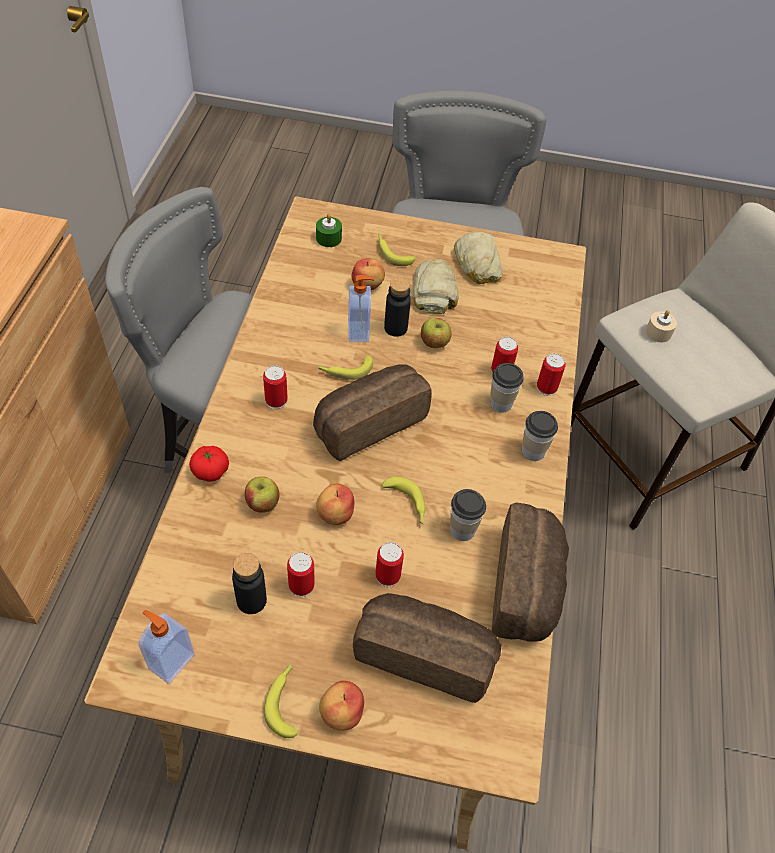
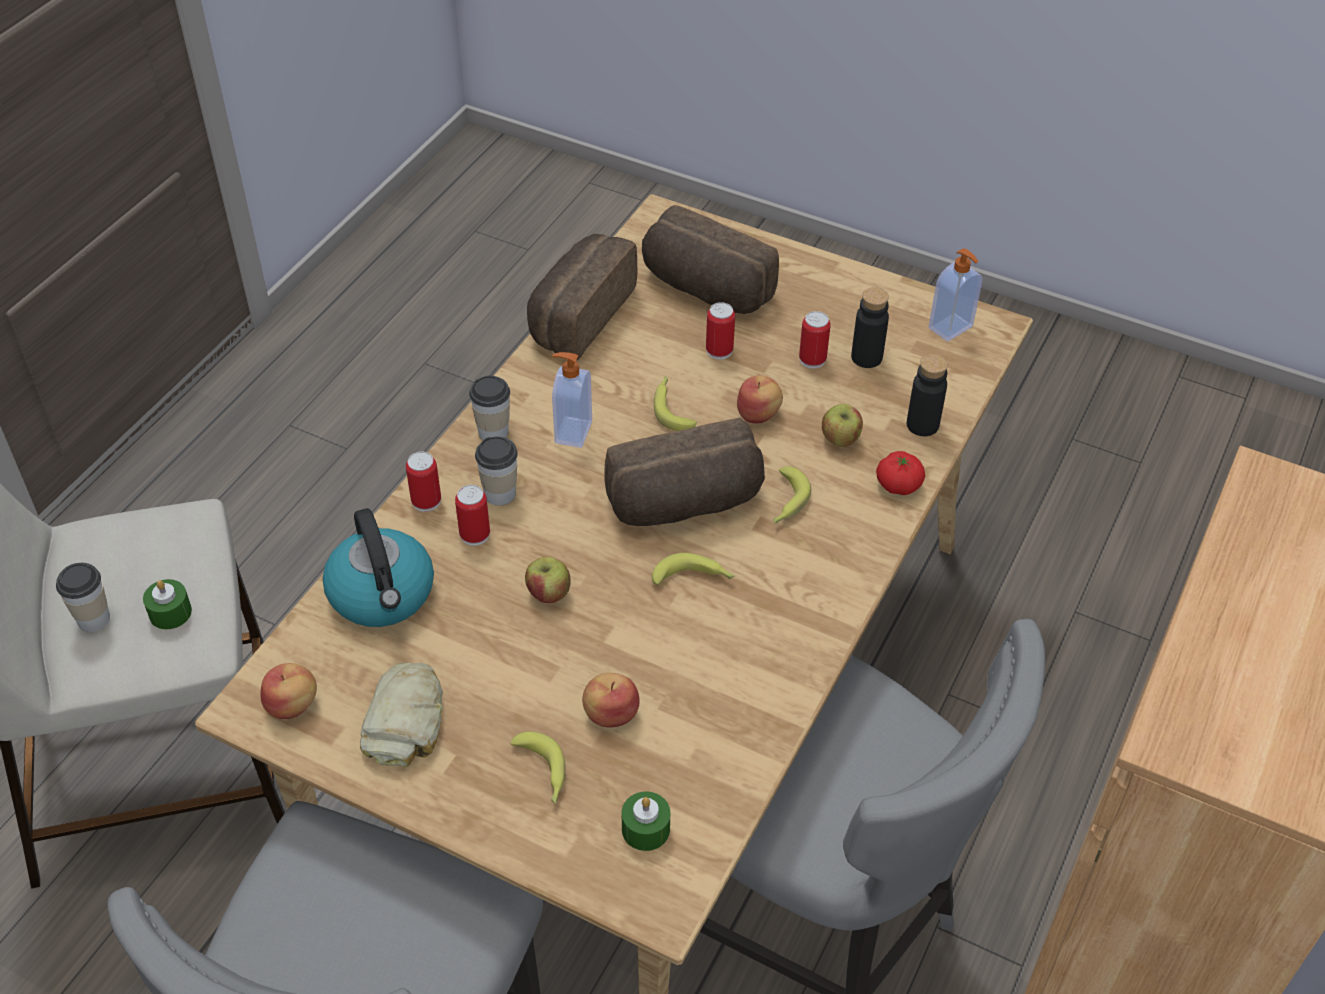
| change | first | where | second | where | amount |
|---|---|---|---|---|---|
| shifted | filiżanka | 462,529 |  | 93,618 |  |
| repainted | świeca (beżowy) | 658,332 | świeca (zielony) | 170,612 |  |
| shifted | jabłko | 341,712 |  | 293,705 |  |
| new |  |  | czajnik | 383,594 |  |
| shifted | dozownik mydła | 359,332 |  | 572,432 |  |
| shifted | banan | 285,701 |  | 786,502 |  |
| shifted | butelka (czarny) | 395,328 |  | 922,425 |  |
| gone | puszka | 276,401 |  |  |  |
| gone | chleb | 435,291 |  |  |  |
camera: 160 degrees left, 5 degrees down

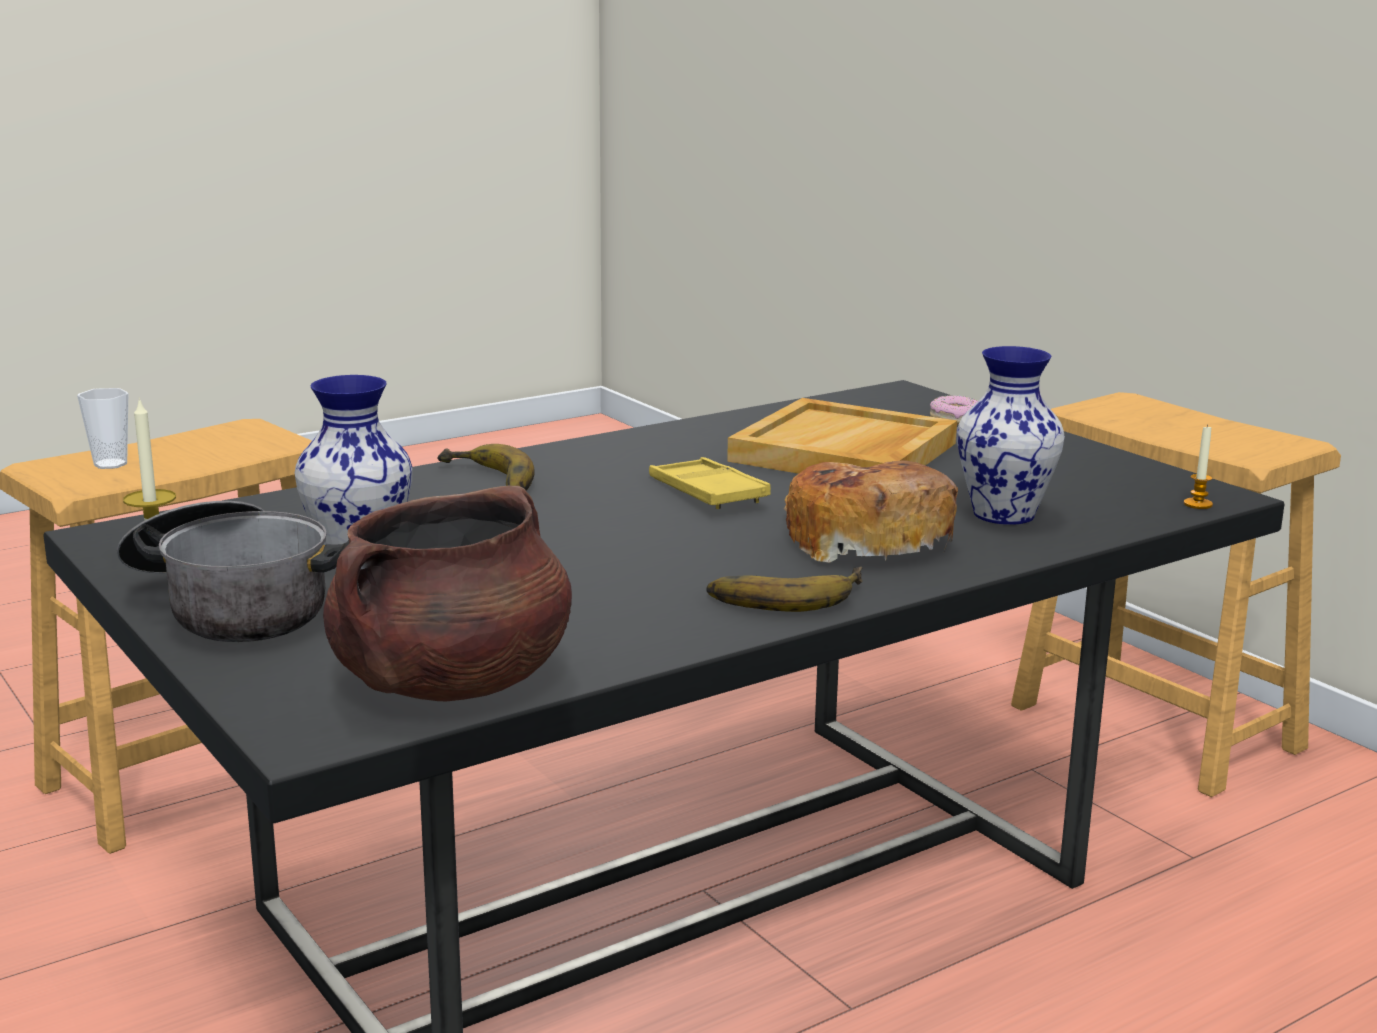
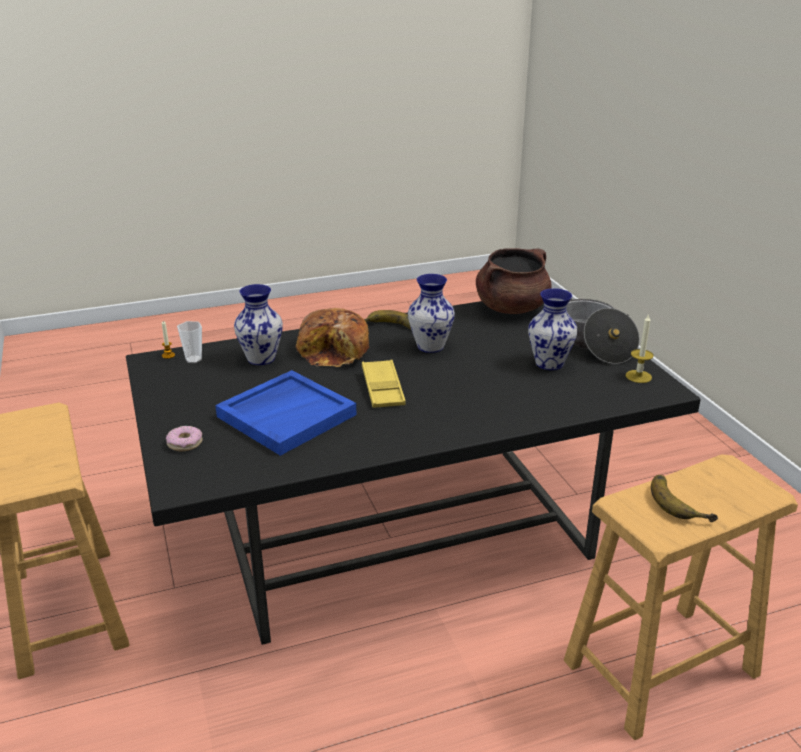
| change | first | where | second | where | amount |
|---|---|---|---|---|---|
| shifted | filiżanka | 110,464 |  | 193,359 |  |
| repainted | taca (beżowy) | 844,453 | taca (niebieski) | 286,415 |  |
| new |  |  | wazon | 429,346 |  |
| shifted | banan | 484,482 |  | 681,501 |  |
camera: 165 degrees left, 10 degrees up

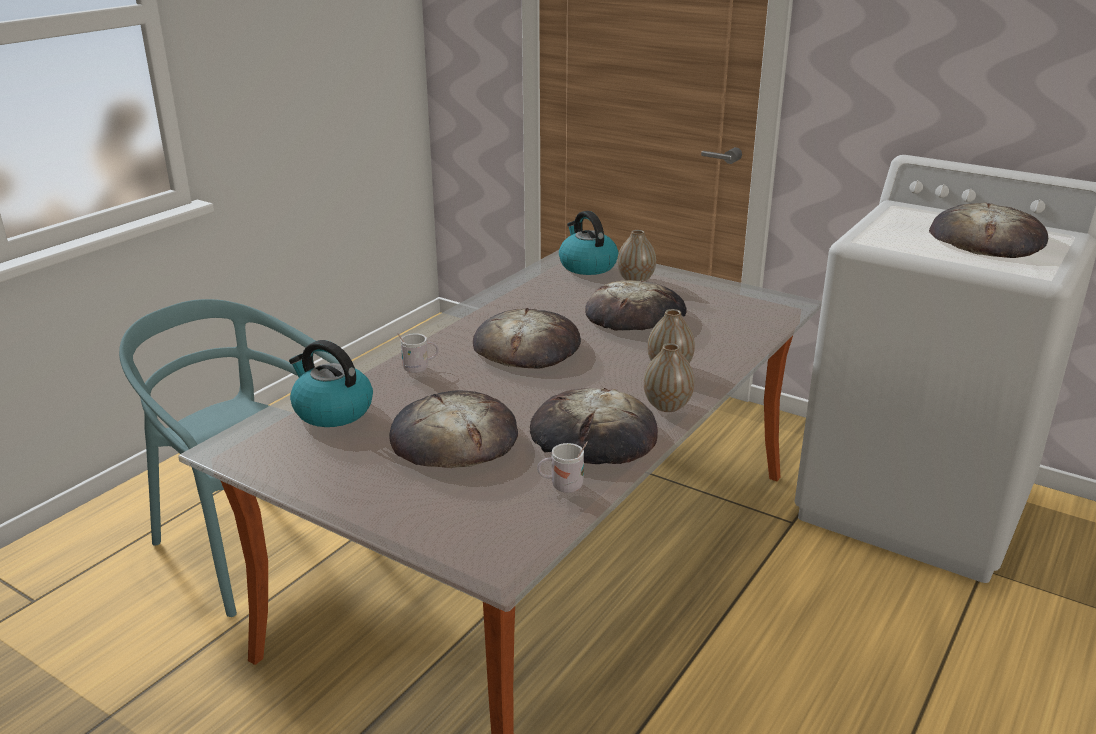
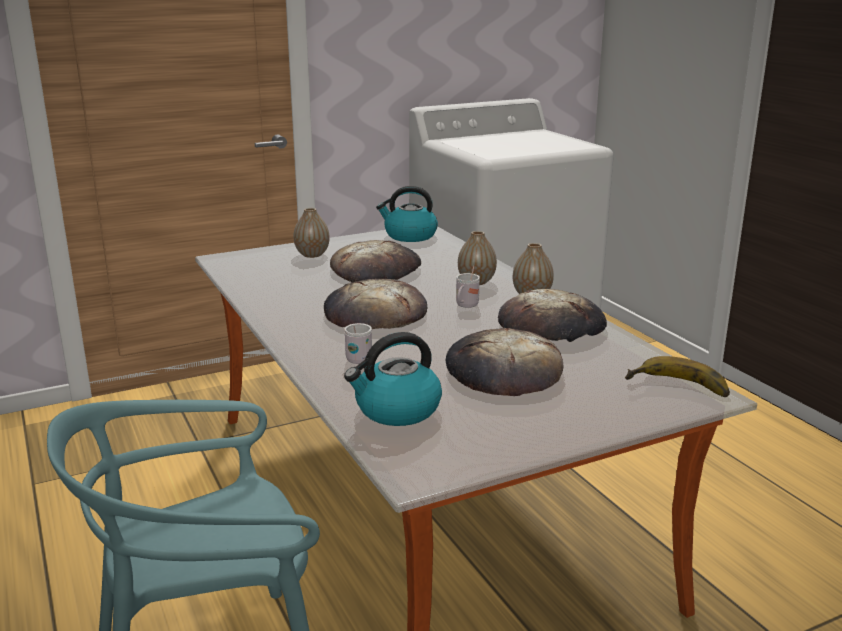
| change | first | where | second | where | amount |
|---|---|---|---|---|---|
| shifted | czajnik | 587,266 |  | 409,236 |  |
| shifted | kubek (biały) | 562,486 |  | 465,306 |  |
| new |  |  | banan | 677,388 |  |
| gone | chleb | 986,239 |  |  |  |
camera: 60 degrees left, 5 degrees down

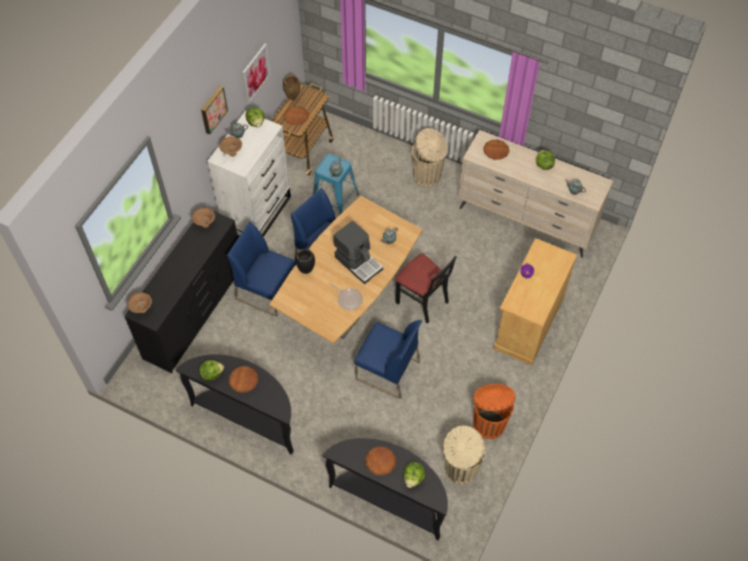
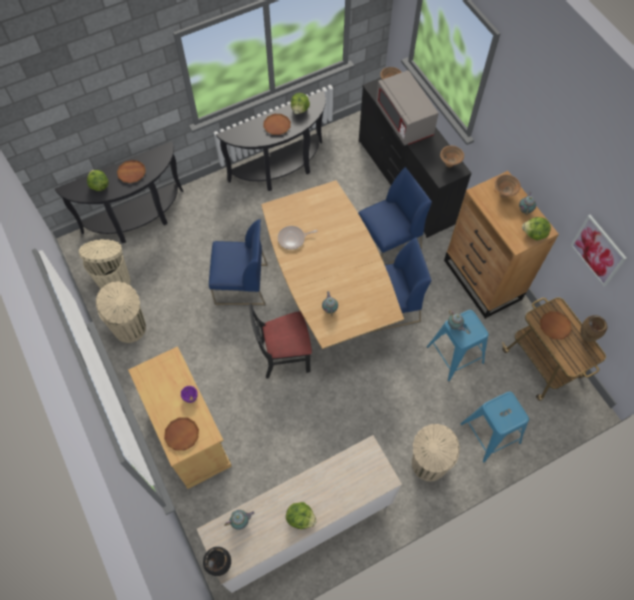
| change | first | where | second | where | amount |
|---|---|---|---|---|---|
| repainted | kosz na śmieci (pomarańczowy) | 488,423 | kosz na śmieci (beżowy) | 131,328 |  |
| shifted | talerz (brązowy) | 496,151 |  | 182,434 |  |
| shifted | wazon (czarny) | 306,271 |  | 220,564 |  |
| rotated | krzesło (niebieski) | 387,370 |  | 241,285 | 150 degrees counterclockwise |
| new |  |  | mikrofalówka (szary) | 404,121 |  |
| repainted | komoda (biały) | 257,213 | komoda (brązowy) | 482,280 |  |
| new |  |  | stołek (niebieski) | 490,433 |  |
| gone | obraz | 212,109 |  |  |  |
| gone | ekspres do kawy | 358,262 |  |  |  |
camera: 125 degrees right, 5 degrees up

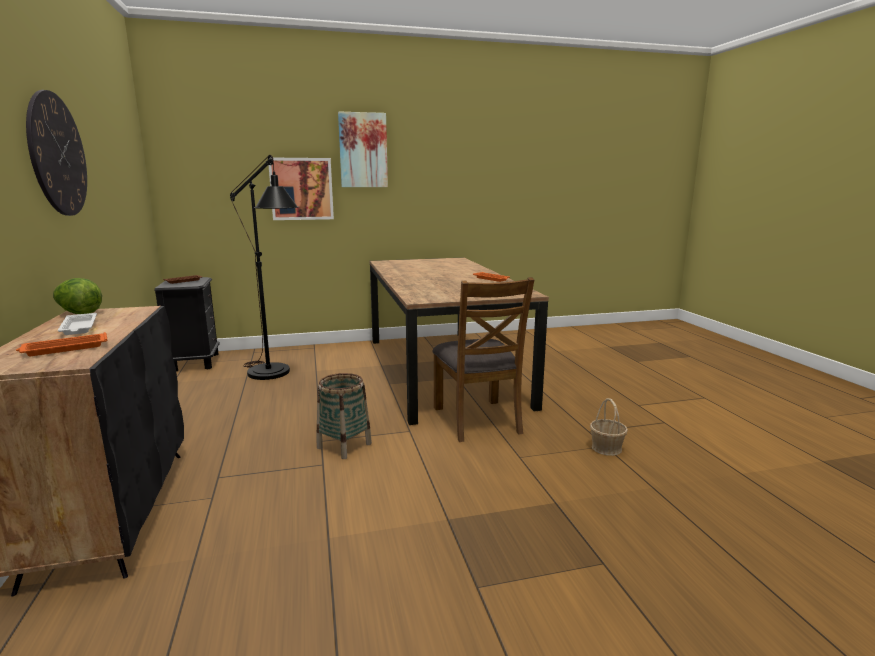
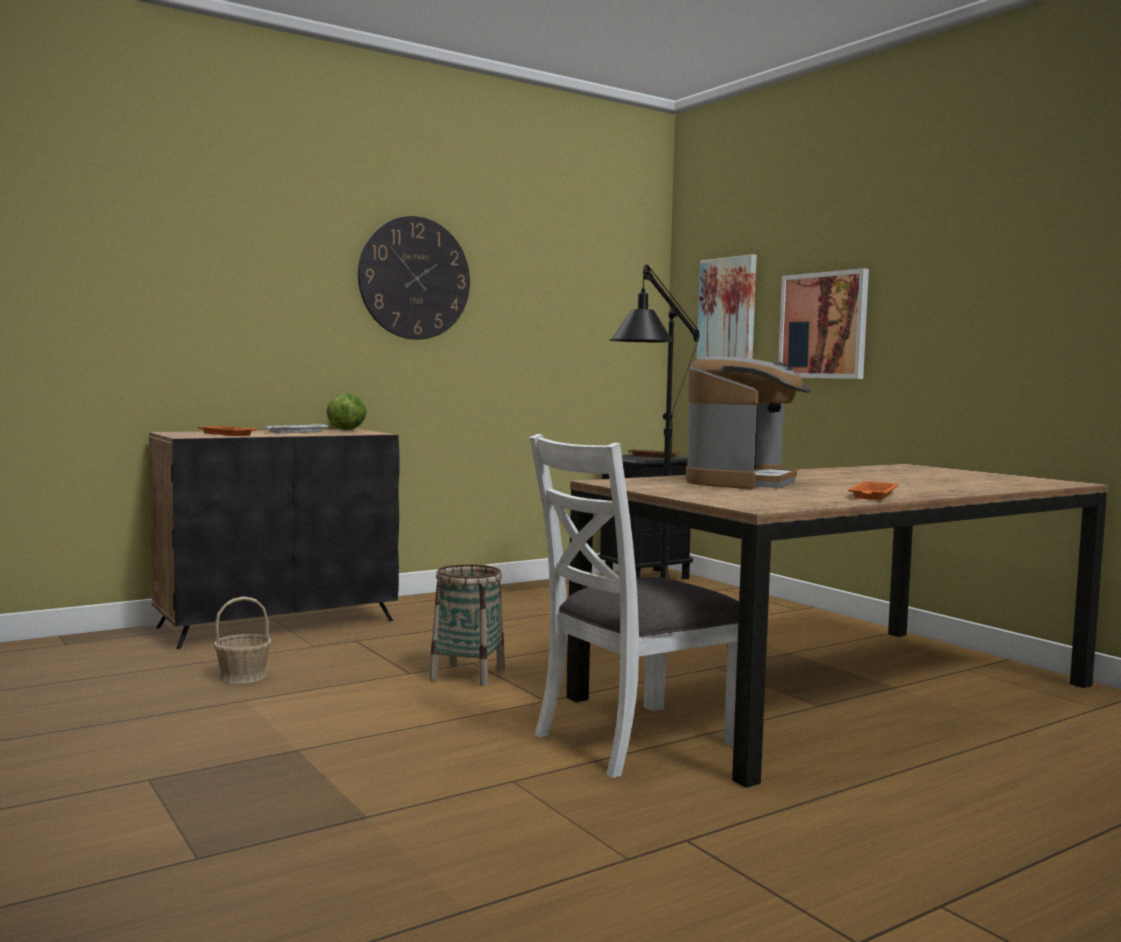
| change | first | where | second | where | amount |
|---|---|---|---|---|---|
| shifted | koszyk | 606,448 |  | 243,676 |  |
| repainted | krzesło (brązowy) | 477,420 | krzesło (biały) | 635,739 |  |
| new |  |  | ekspres do kawy | 742,482 |  |
| shifted | obraz | 363,150 |  | 727,315 |  |
camera: 70 degrees right, 10 degrees down

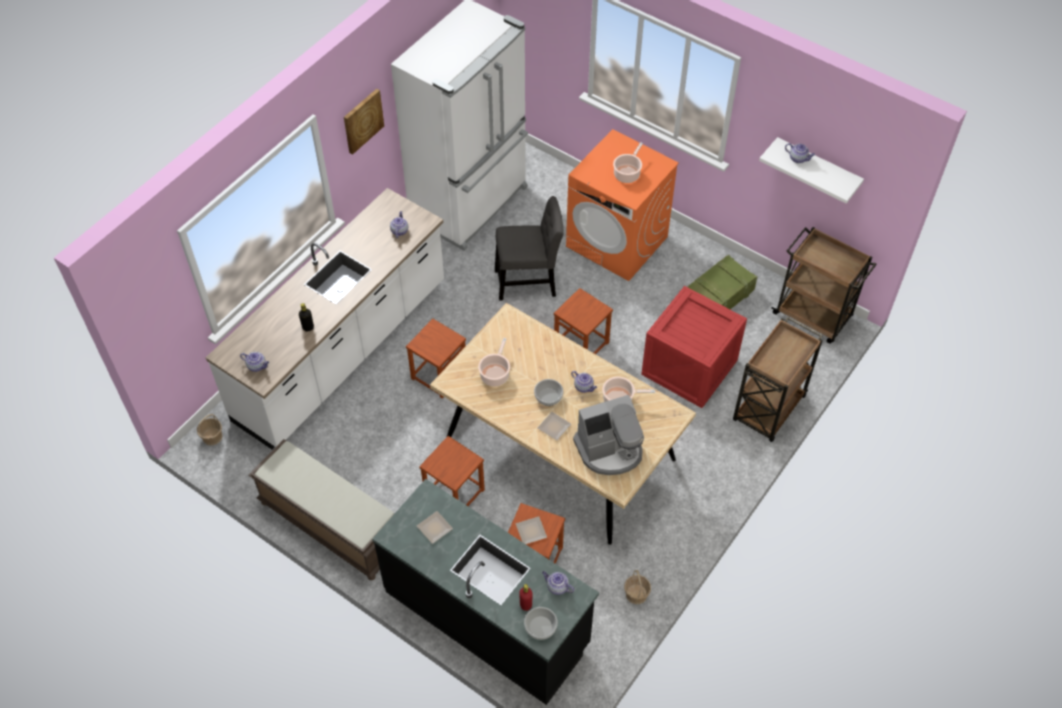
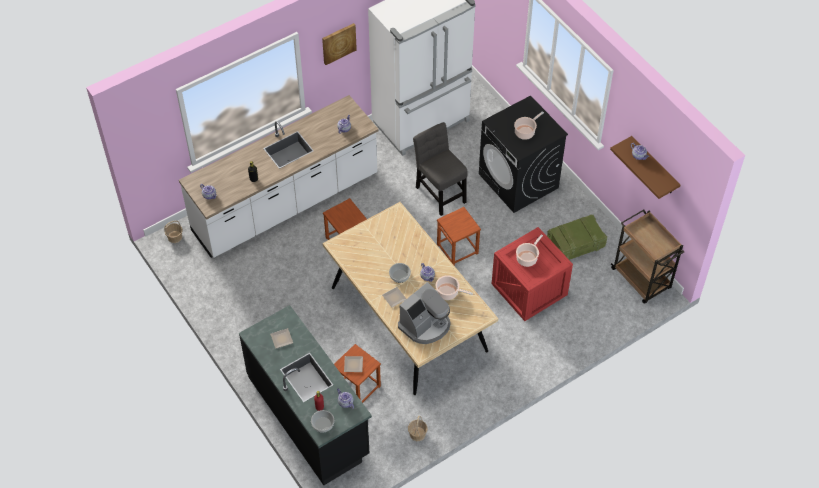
| change | first | where | second | where | amount |
|---|---|---|---|---|---|
| rotated | ekspres do kawy | 610,450 |  | 425,325 | 45 degrees counterclockwise |
| rotated | krzesło (szary) | 529,282 |  | 439,192 | 135 degrees counterclockwise |
| repainted | pralka (pomarańczowy) | 617,242 | pralka (czarny) | 518,181 |  |
| shifted | garnek | 495,374 |  | 527,258 |  |
| repainted | półka (biały) | 817,168 | półka (brązowy) | 654,167 |  |
| gone | ławka (brązowy) | 329,524 |  |  |  |
| gone | stołek (brązowy) | 454,493 |  |  |  |
| gone | wózek (brązowy) | 768,410 |  |  |  |
camera: 20 degrees right, 0 degrees up

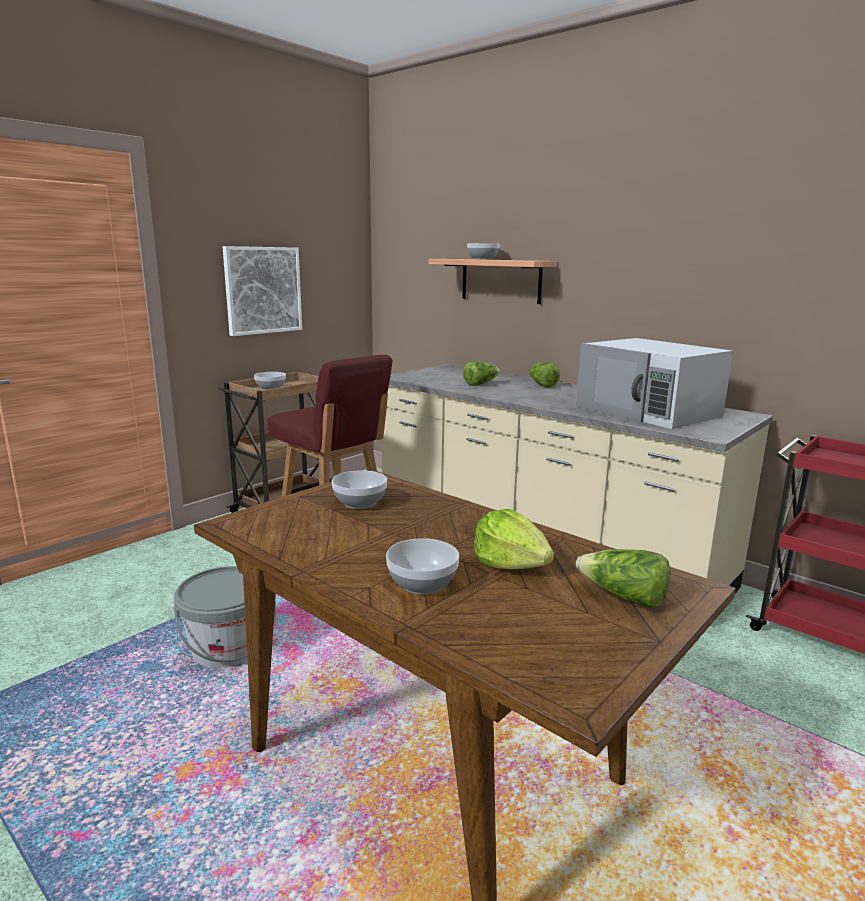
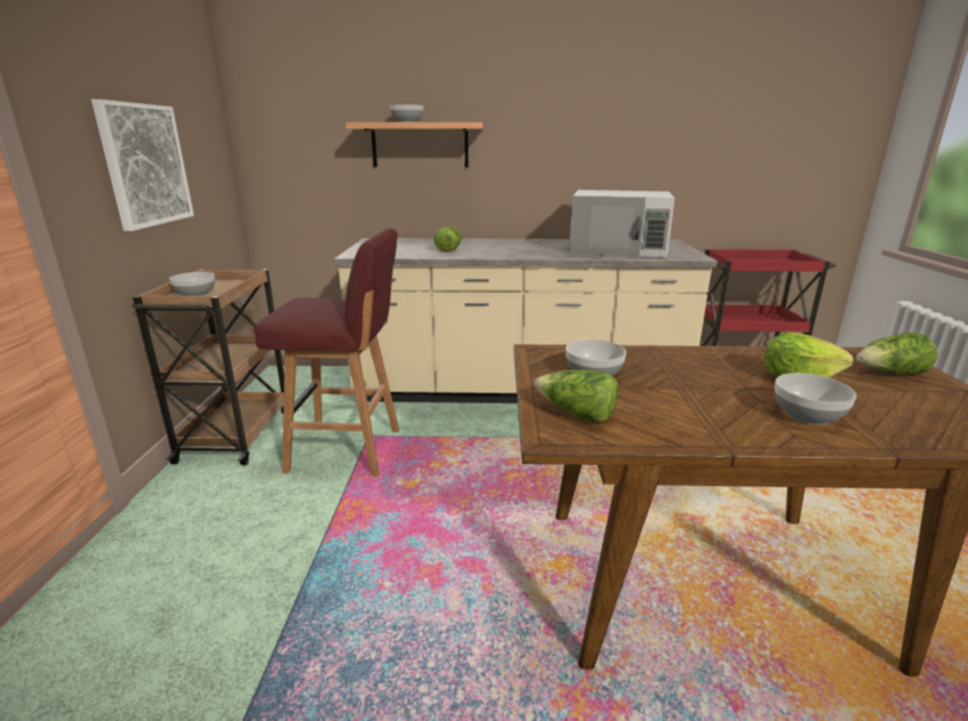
| change | first | where | second | where | amount |
|---|---|---|---|---|---|
| shifted | sałata | 542,384 |  | 576,414 |  |
| gone | wiadro (szary) | 228,648 |  |  |  |
camera: 40 degrees left, 5 degrees up

